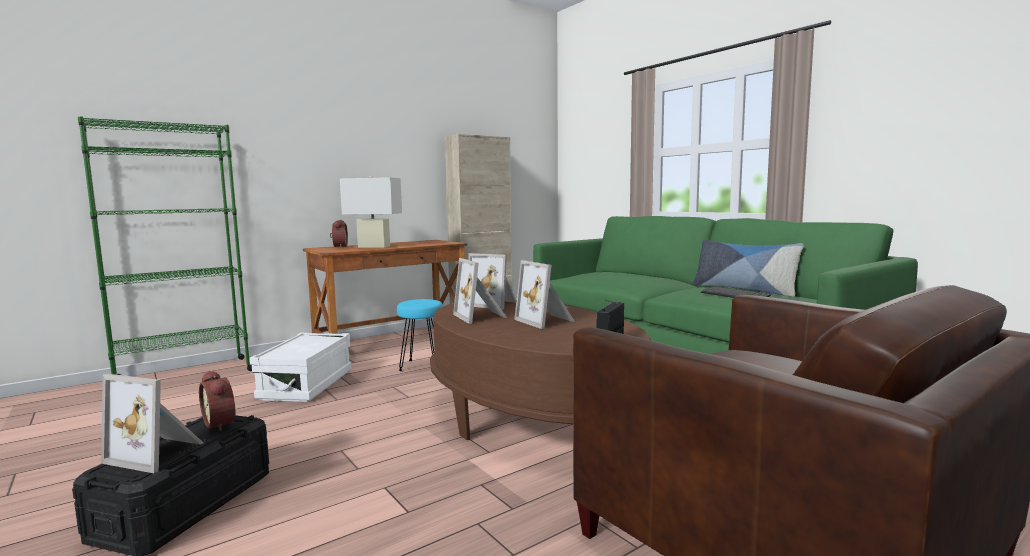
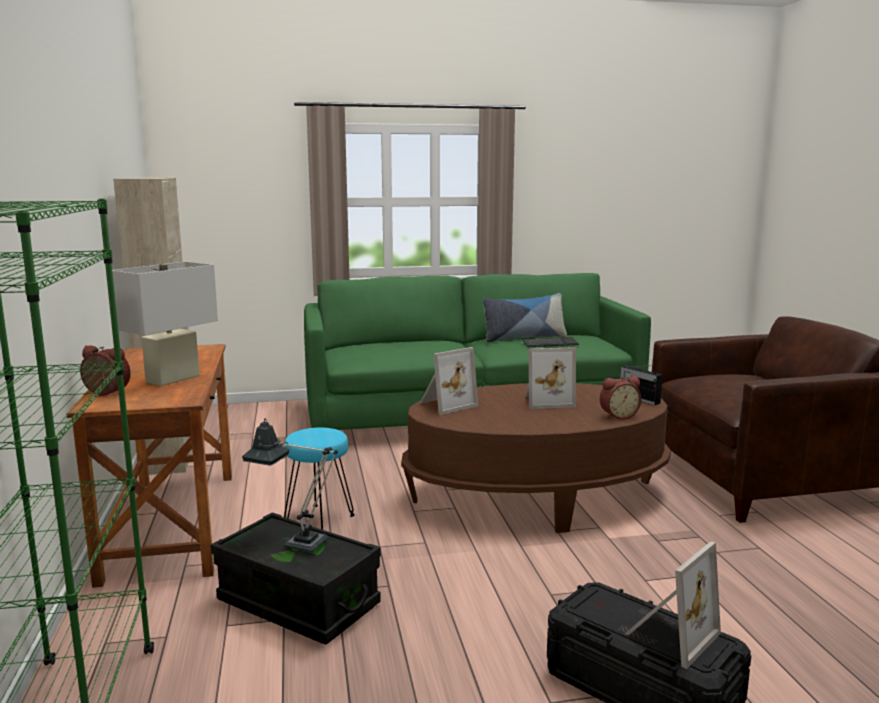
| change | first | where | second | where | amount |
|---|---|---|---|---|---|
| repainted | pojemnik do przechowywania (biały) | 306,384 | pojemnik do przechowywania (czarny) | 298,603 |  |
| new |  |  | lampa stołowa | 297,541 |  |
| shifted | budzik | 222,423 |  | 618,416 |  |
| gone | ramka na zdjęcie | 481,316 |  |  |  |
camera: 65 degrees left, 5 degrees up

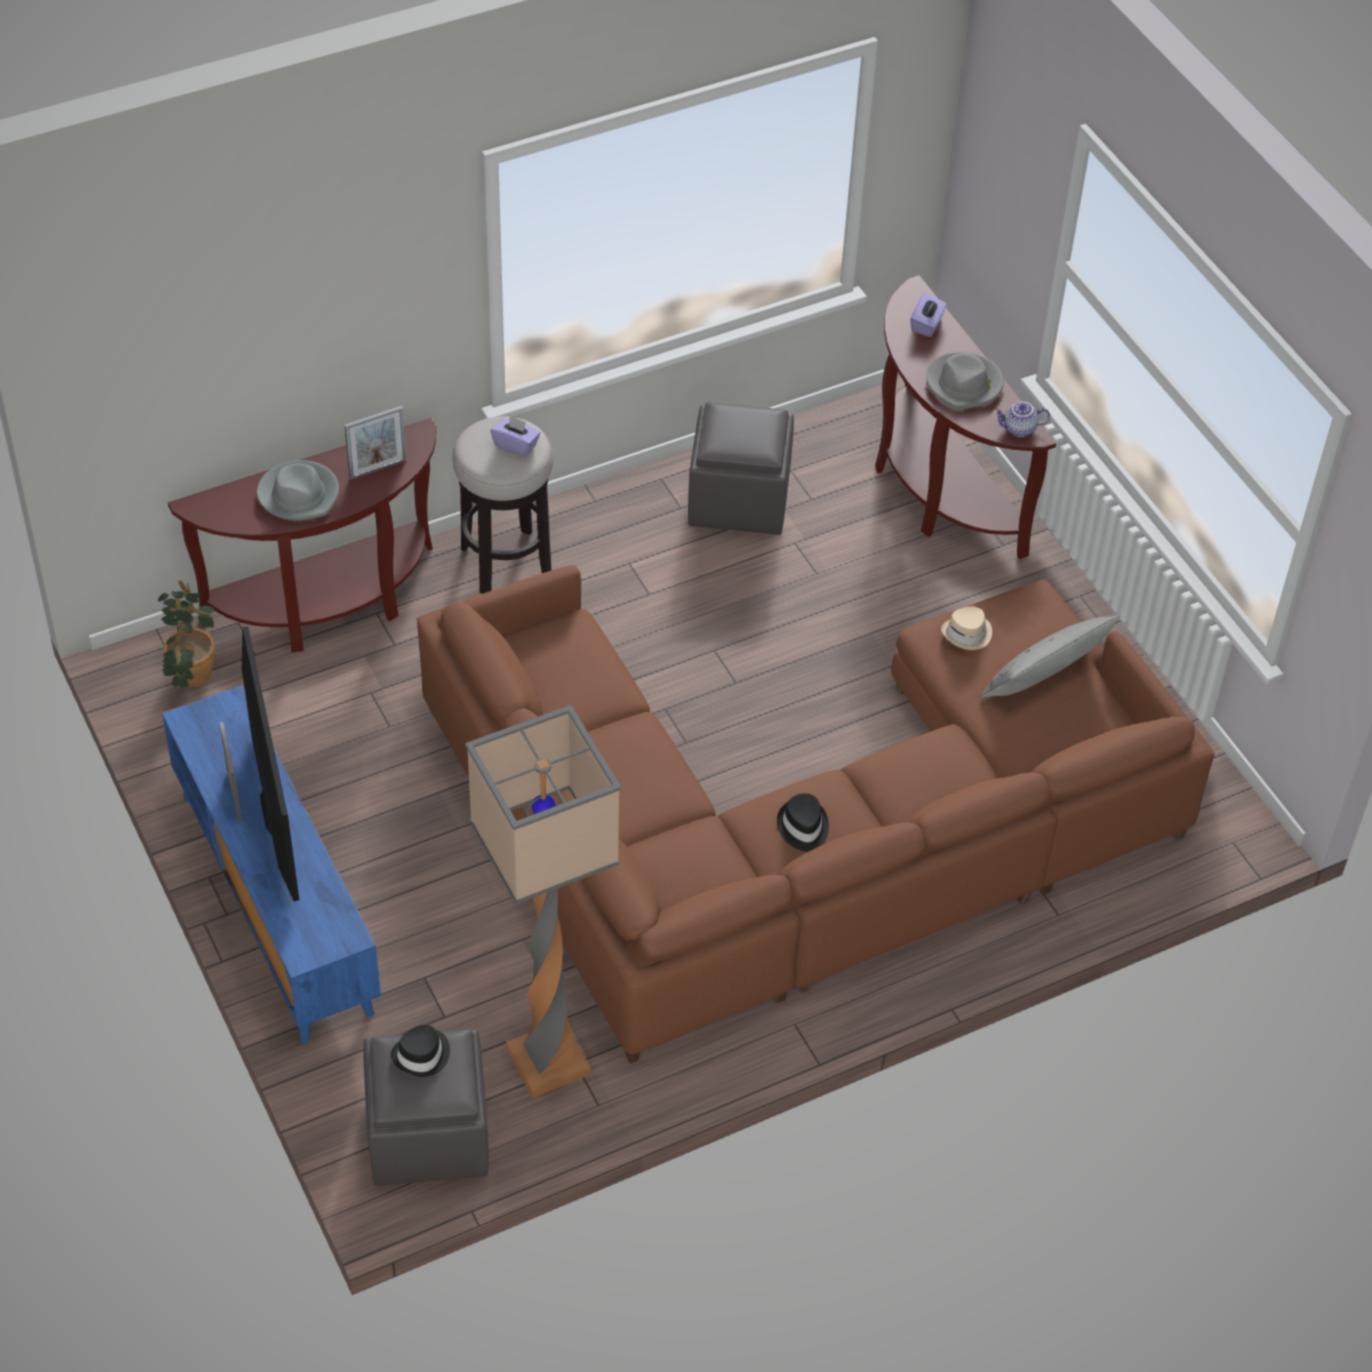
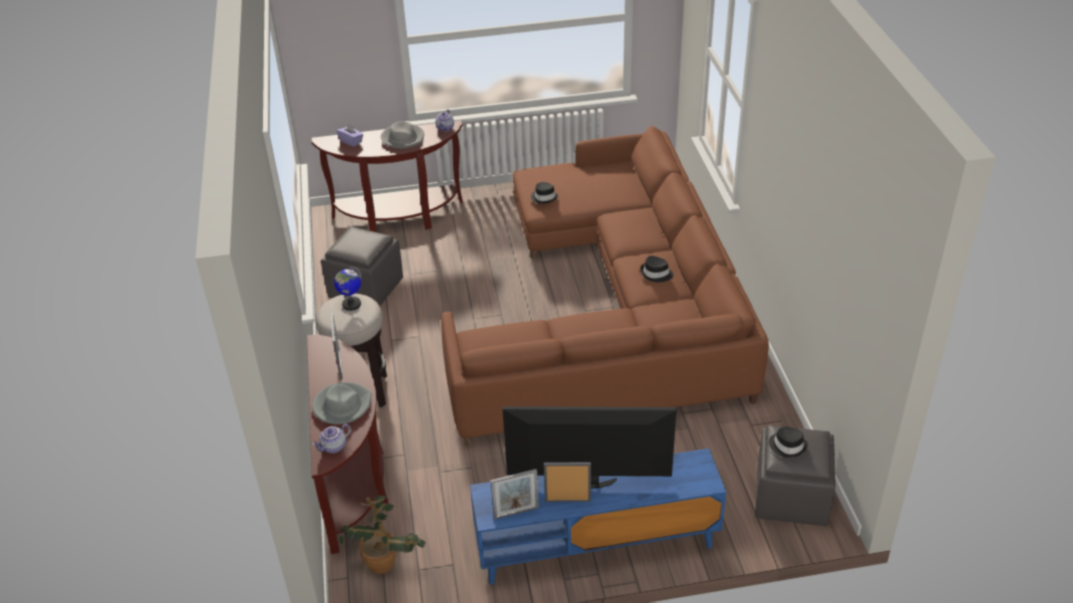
| change | first | where | second | where | amount |
|---|---|---|---|---|---|
| new |  |  | imbryk | 334,447 |  |
| swapped | pudełko chusteczek (fioletowy) | 516,445 | globus | 351,304 |  |
| new |  |  | ramka na zdjęcie | 516,512 |  |
| repainted | kapelusz (beżowy) | 967,634 | kapelusz (czarny) | 544,197 |  |
| gone | lampa stojąca | 547,1063 |  |  |  |
| gone | poduszka (szary) | 1045,677 |  |  |  |
camera: 70 degrees left, 10 degrees down

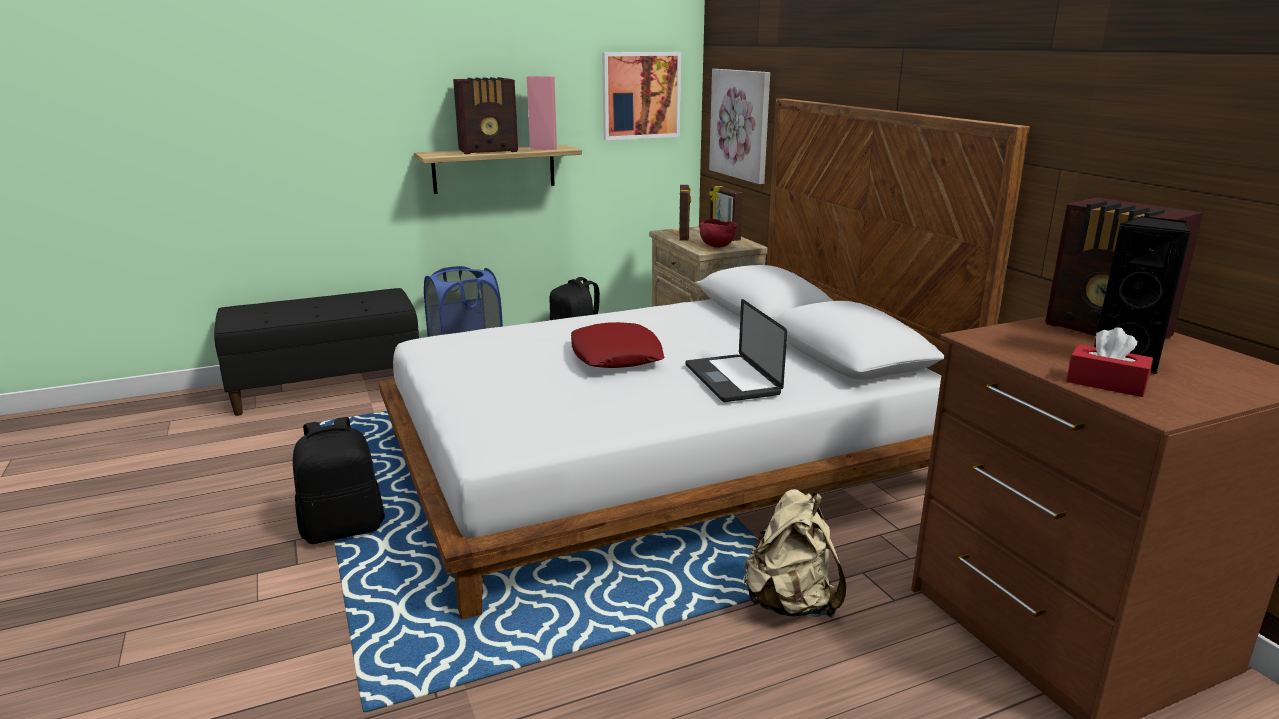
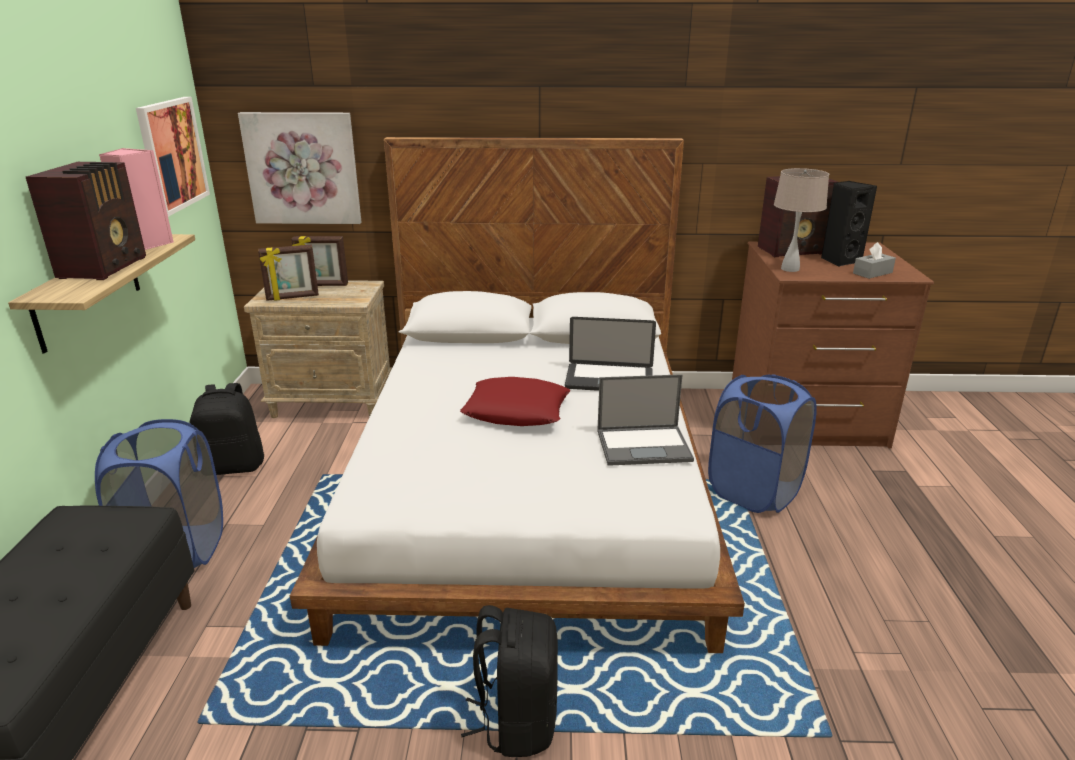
| change | first | where | second | where | amount |
|---|---|---|---|---|---|
| rotated | ramka na zdjęcie | 684,236 |  | 292,297 | 135 degrees clockwise |
| new |  |  | laptop | 645,445 |  |
| swapped | plecak (beżowy) | 790,603 | kosz na pranie (niebieski) | 754,492 |  |
| new |  |  | lampa stołowa (beżowy) | 789,269 |  |
| repainted | pudełko chusteczek (czerwony) | 1106,383 | pudełko chusteczek (szary) | 872,273 |  |
| gone | miska (czerwony) | 716,246 |  |  |  |
camera: 65 degrees left, 5 degrees up

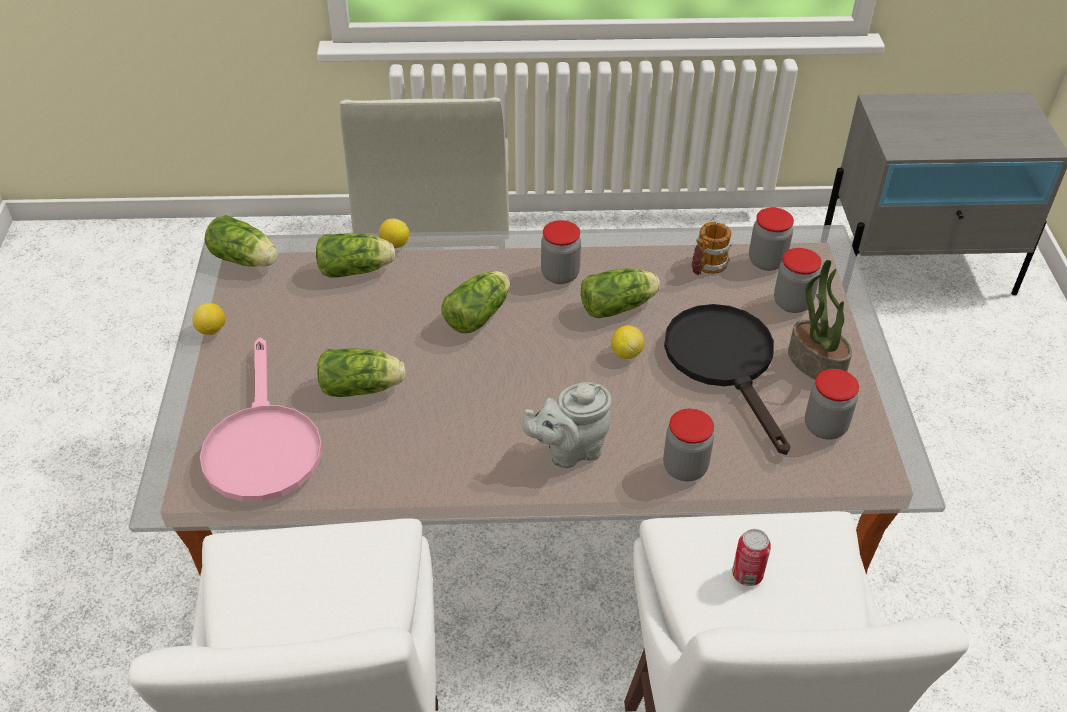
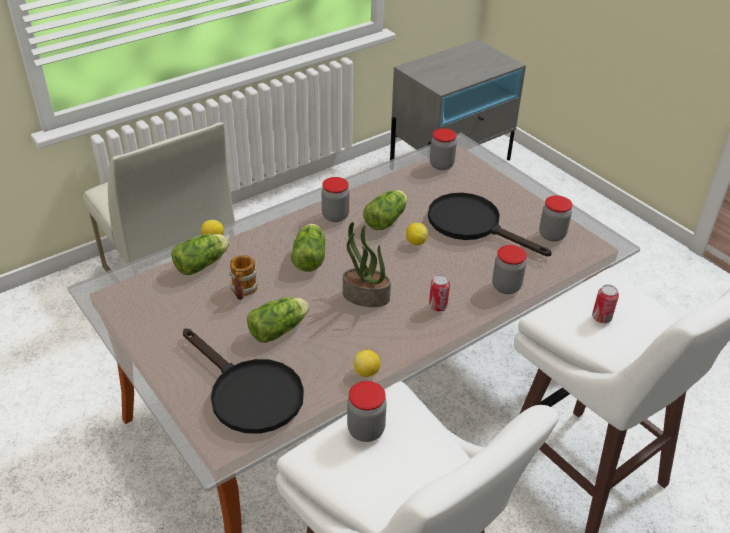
| change | first | where | second | where | amount |
|---|---|---|---|---|---|
| repainted | patelnia (różowy) | 262,445 | patelnia (czarny) | 248,393 |  |
| shifted | kubek | 706,267 |  | 243,291 |  |
| shifted | roślina doniczkowa | 814,363 |  | 365,297 |  |
| shifted | słoik | 792,303 |  | 366,430 |  |
| shifted | cytryna | 212,330 |  | 367,372 |  |
| swapped | imbryk (szary) | 569,450 | puszka | 438,306 |  |
| gone | sałata | 246,260 |  |  |  |
camera: 35 degrees left, 5 degrees down

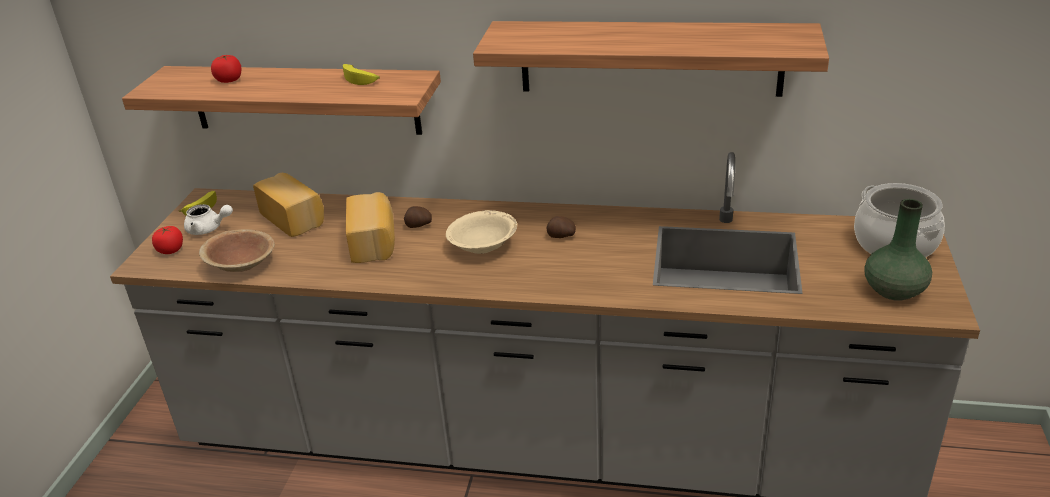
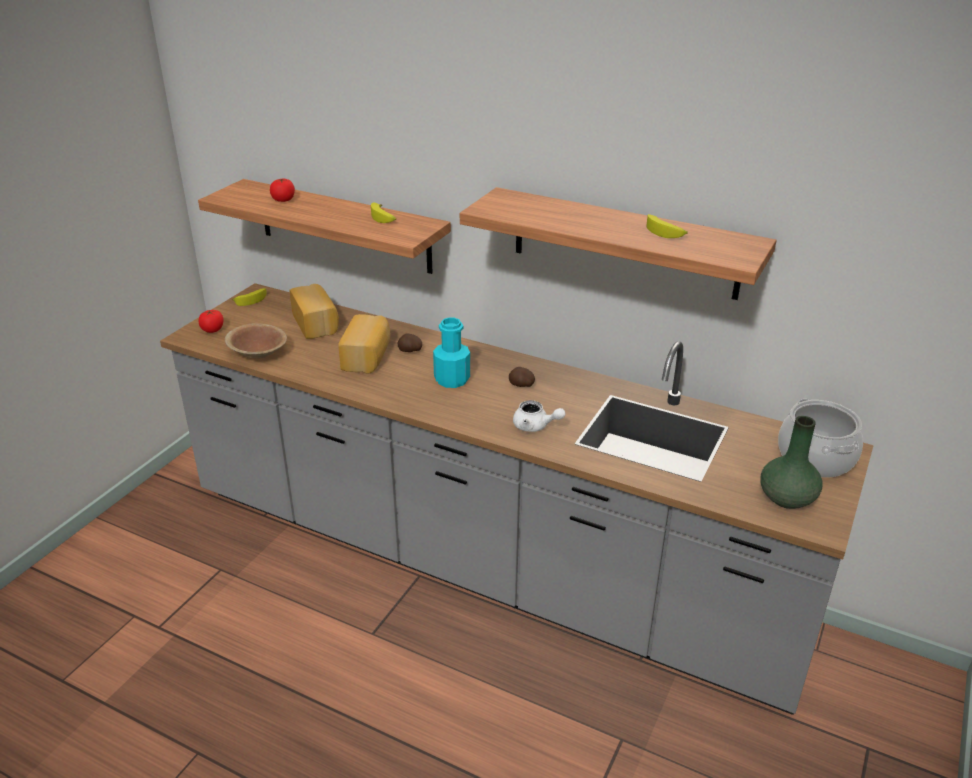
| change | first | where | second | where | amount |
|---|---|---|---|---|---|
| swapped | miska (beżowy) | 483,246 | butelka (turkusowy) | 452,379 |  |
| shifted | imbryk (biały) | 208,229 |  | 535,426 |  |
| new |  |  | banan | 665,232 |  |
camera: 15 degrees right, 0 degrees up

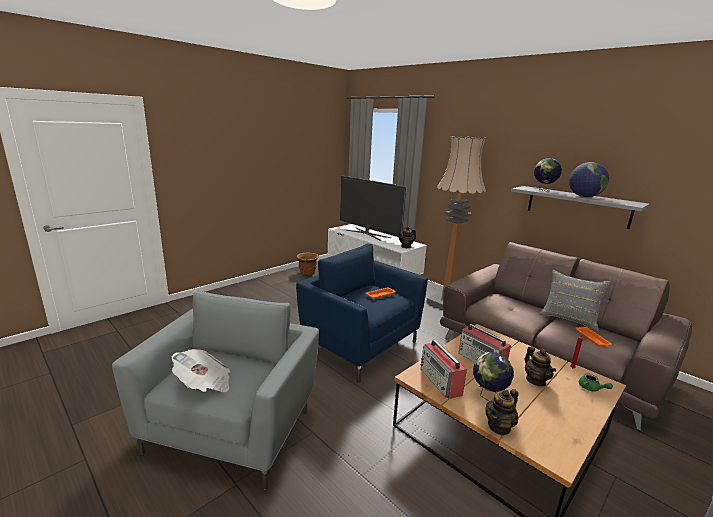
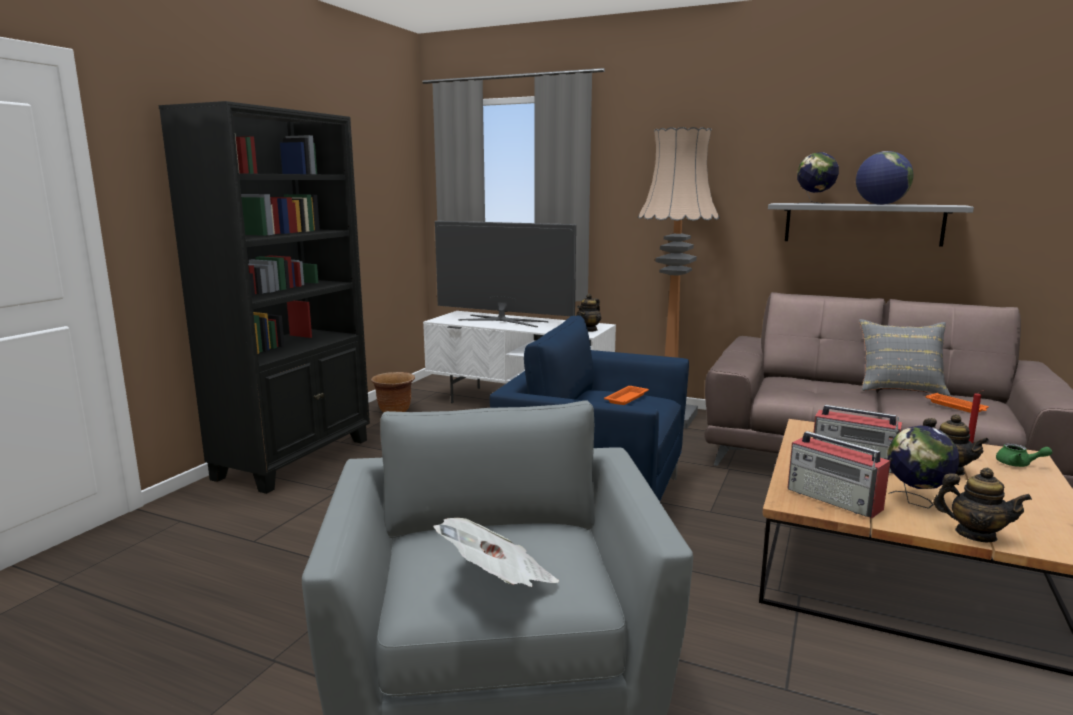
| change | first | where | second | where | amount |
|---|---|---|---|---|---|
| new |  |  | regał (czarny) | 296,458 |  |
| rotated | imbryk | 499,426 |  | 975,535 | 90 degrees counterclockwise |
camera: 20 degrees left, 5 degrees down

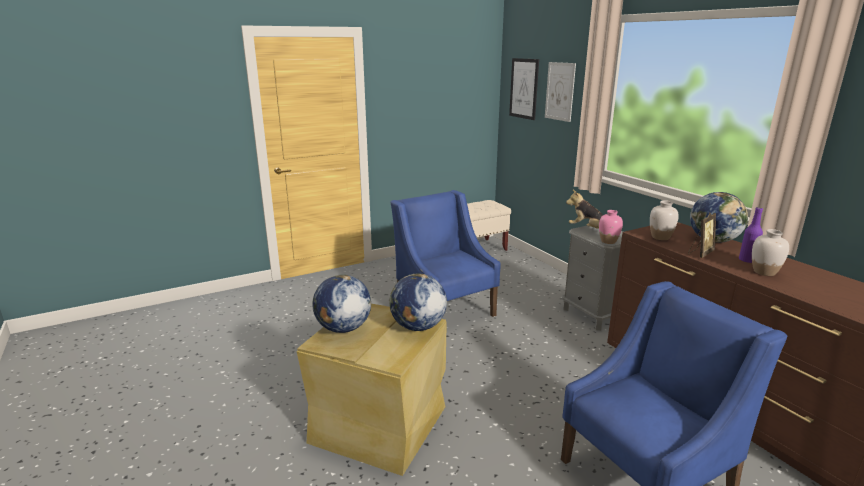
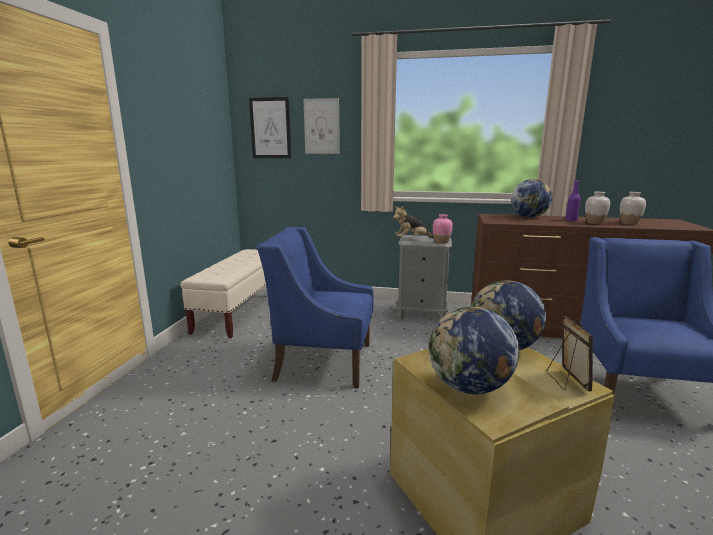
| change | first | where | second | where | amount |
|---|---|---|---|---|---|
| shifted | ramka na zdjęcie | 700,253 |  | 566,381 |  |
| shifted | wazon (biały) | 660,237 |  | 629,223 |  |
camera: 50 degrees left, 5 degrees down

